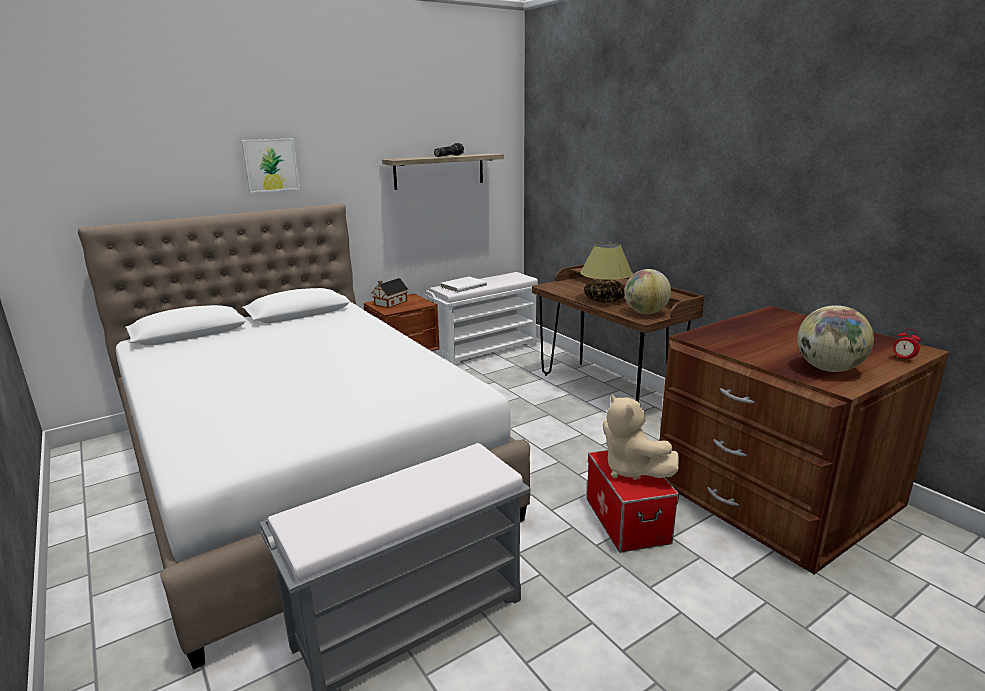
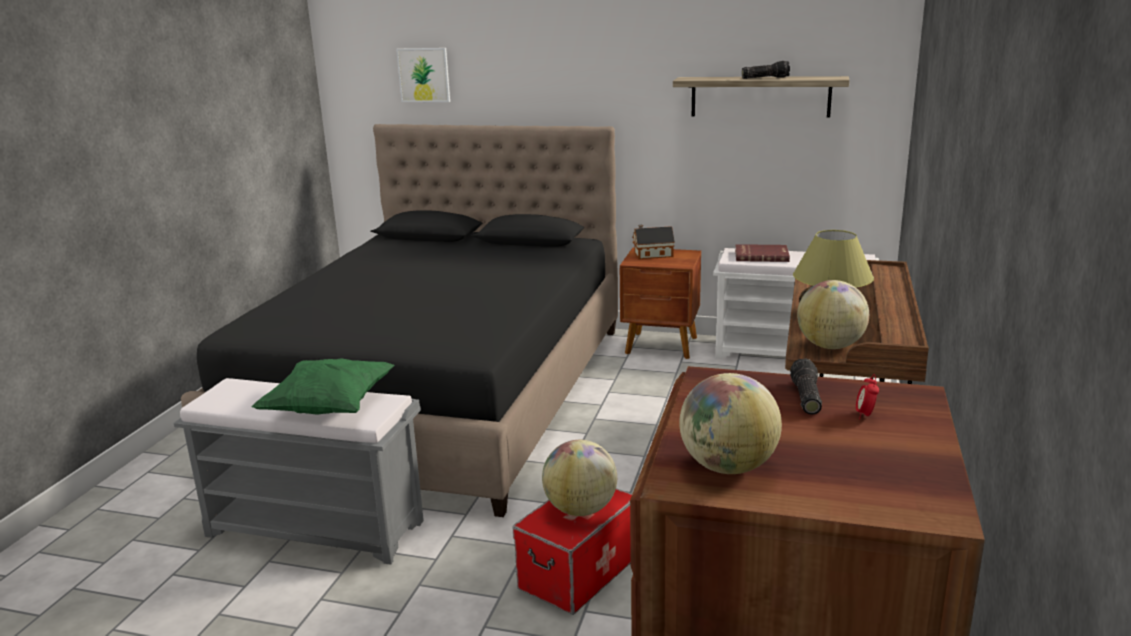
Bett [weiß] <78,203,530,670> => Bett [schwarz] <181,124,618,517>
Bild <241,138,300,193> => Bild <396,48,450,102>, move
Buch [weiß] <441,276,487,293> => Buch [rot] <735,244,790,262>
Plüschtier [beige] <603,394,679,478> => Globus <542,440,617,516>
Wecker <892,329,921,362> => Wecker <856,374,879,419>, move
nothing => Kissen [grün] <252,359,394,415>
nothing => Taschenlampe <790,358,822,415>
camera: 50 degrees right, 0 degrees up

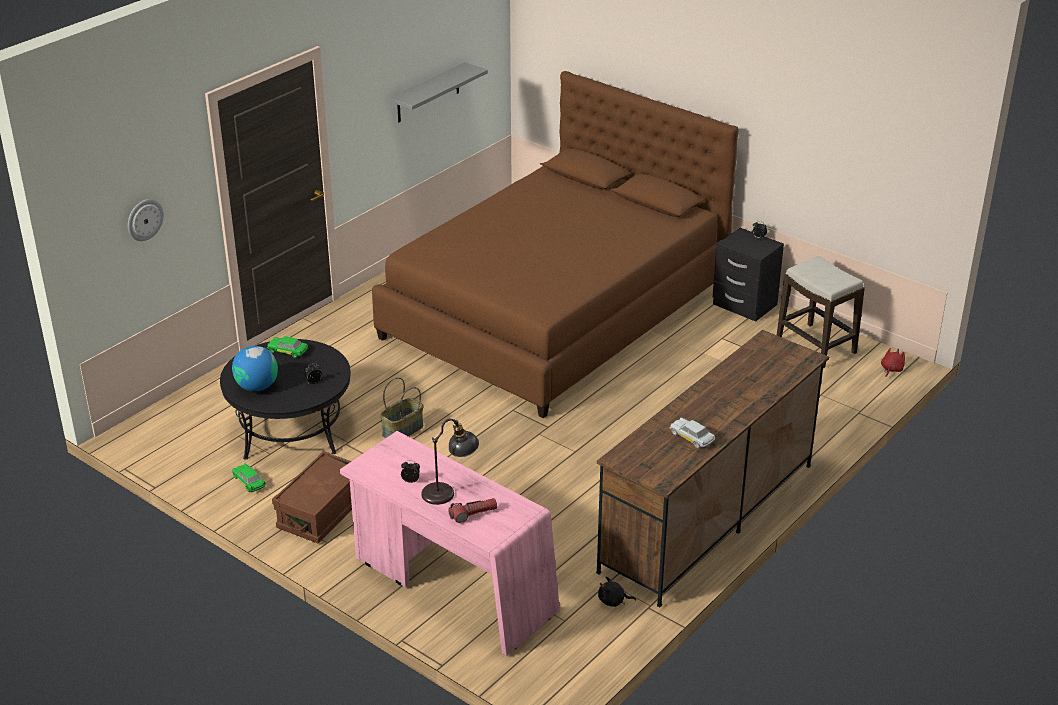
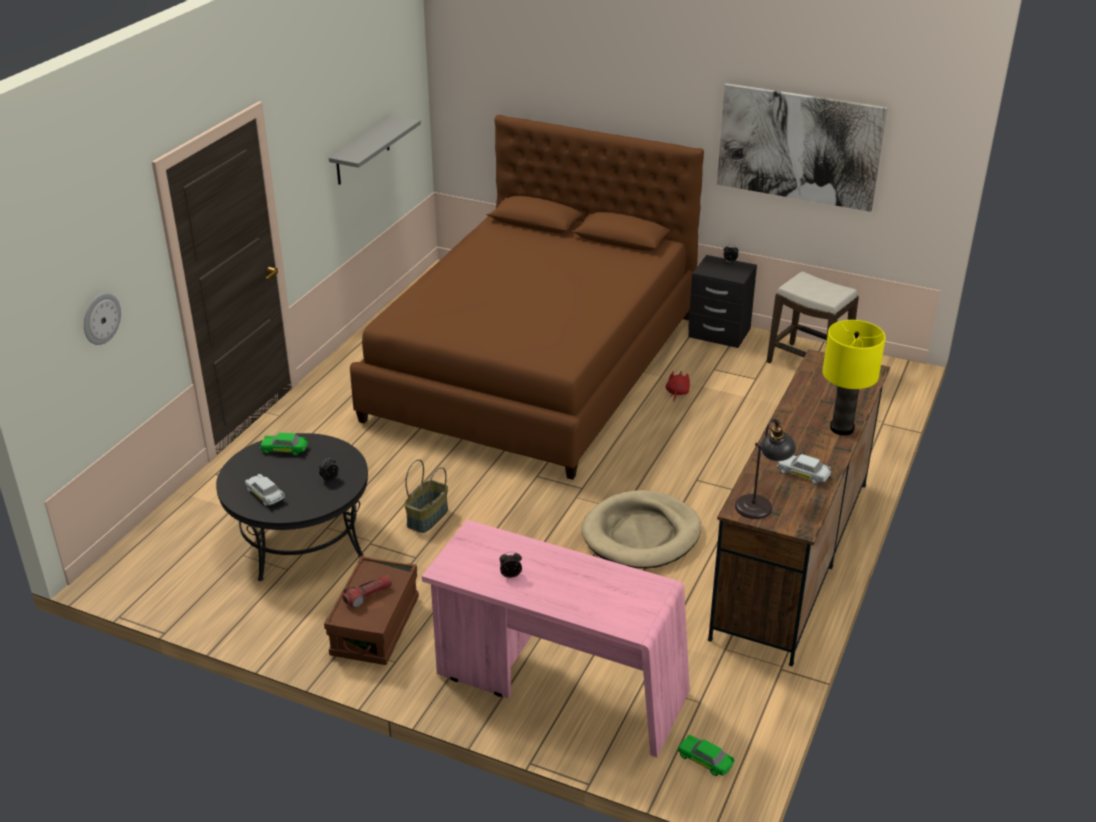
Globus <232,346,278,391> => Spielzeugauto [weiß] <245,474,285,506>
Spielzeugauto [grün] <232,464,266,492> => Spielzeugauto [grün] <677,735,734,776>, move
Tischlampe [grau] <421,419,479,505> => Tischlampe [grau] <735,418,796,519>, move
Taschenlampe <449,498,497,523> => Taschenlampe <342,575,392,608>, move
Plüschtier [schwarz] <598,576,636,607> => nothing
Plüschtier [rot] <881,348,905,377> => Plüschtier [rot] <666,371,690,401>, move
nothing => Hundebett [beige] <581,490,701,568>
nothing => Bild <717,83,888,212>
nothing => Tischlampe [gelb] <822,320,886,435>
camera: 15 degrees left, 0 degrees up

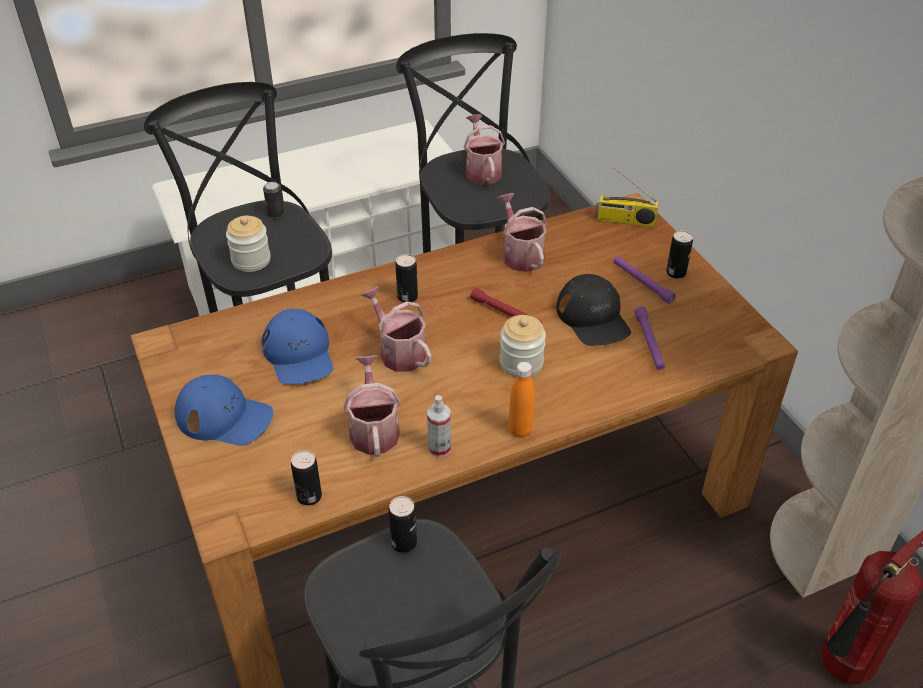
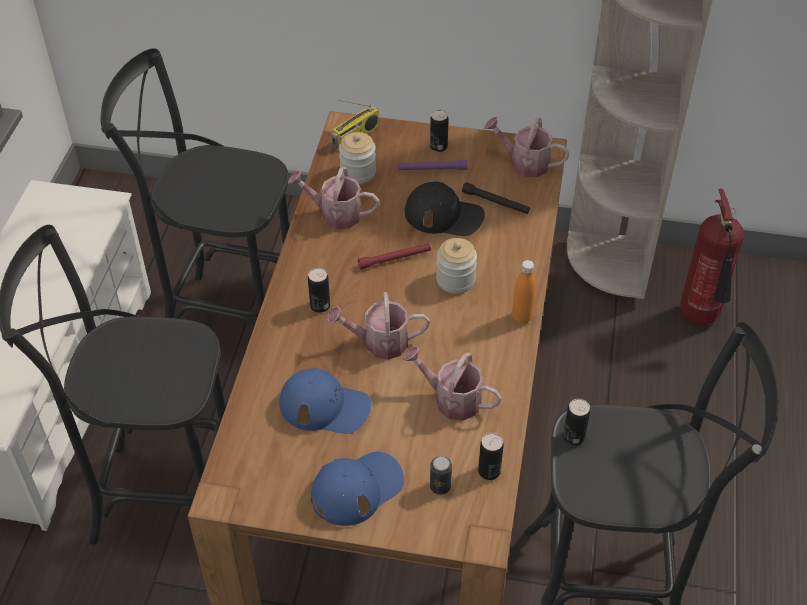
Vorratsglas <226,216,271,272> => Vorratsglas <339,132,376,184>, move
Dose <263,182,284,218> => Dose <430,456,452,495>, move
Sprühflasche <427,395,451,457> => nothing
Gießkanne <464,114,505,185> => Gießkanne <484,117,569,177>, move
Taschenlampe [lila] <634,306,665,370> => Taschenlampe [schwarz] <462,182,530,214>
camera: 55 degrees left, 5 degrees up

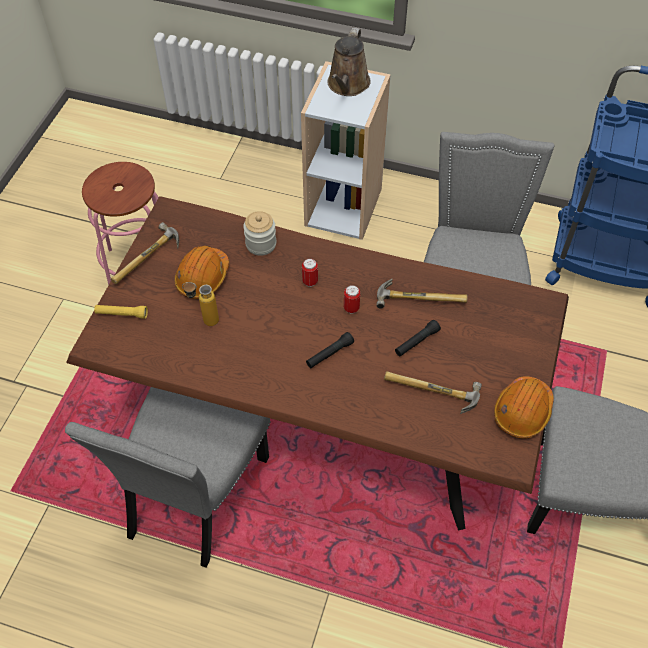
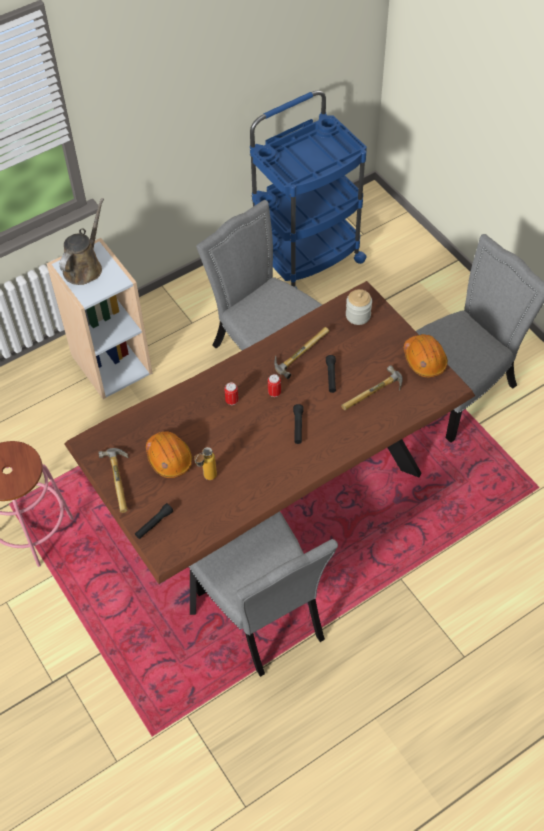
Taschenlampe [gelb] <94,305,148,319> => Taschenlampe [schwarz] <135,503,173,539>
Vorratsglas <243,211,276,256> => Vorratsglas <346,289,372,325>, move
Gießkanne [braun] <327,28,371,96> => Gießkanne [braun] <59,198,104,285>, 120 degrees counterclockwise
camera: 50 degrees left, 0 degrees up

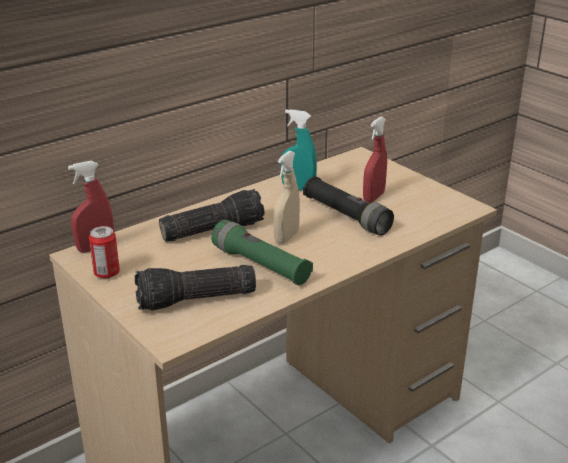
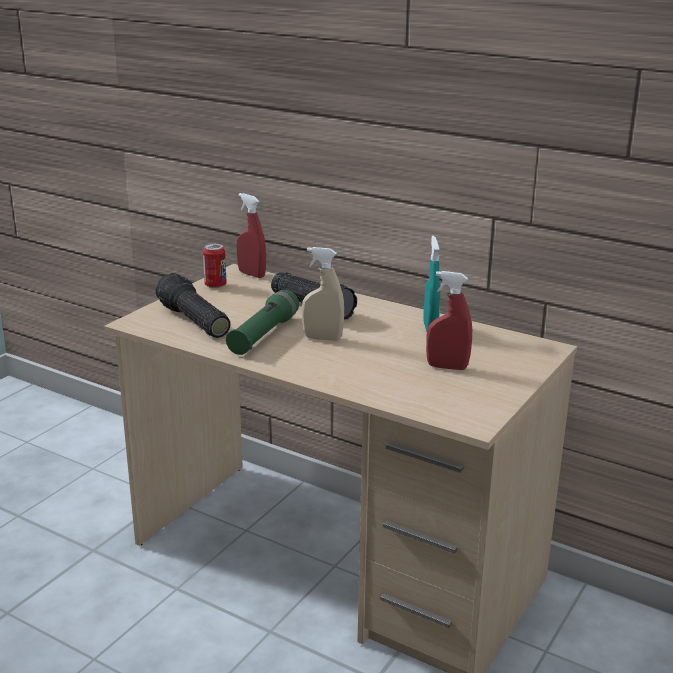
Taschenlampe [schwarz] <303,176,394,235> => nothing
camera: 70 degrees right, 5 degrees down

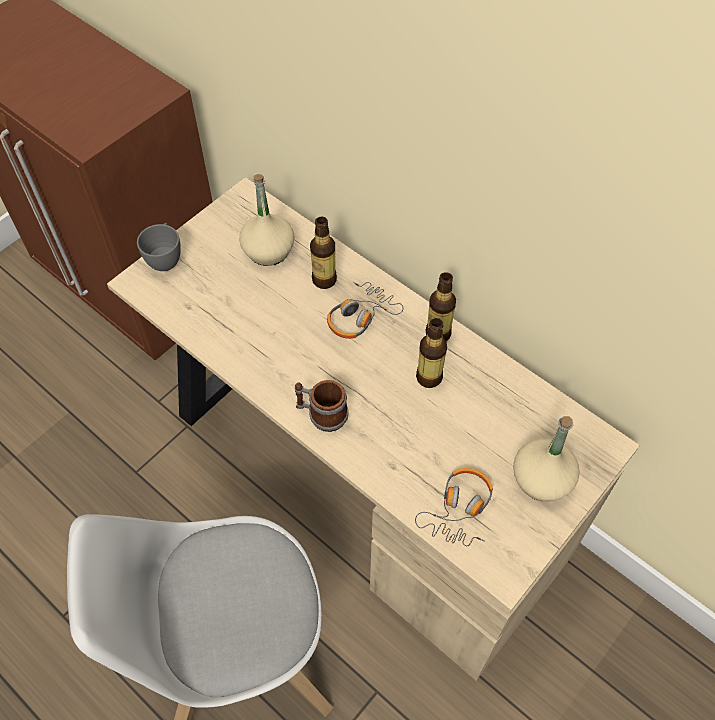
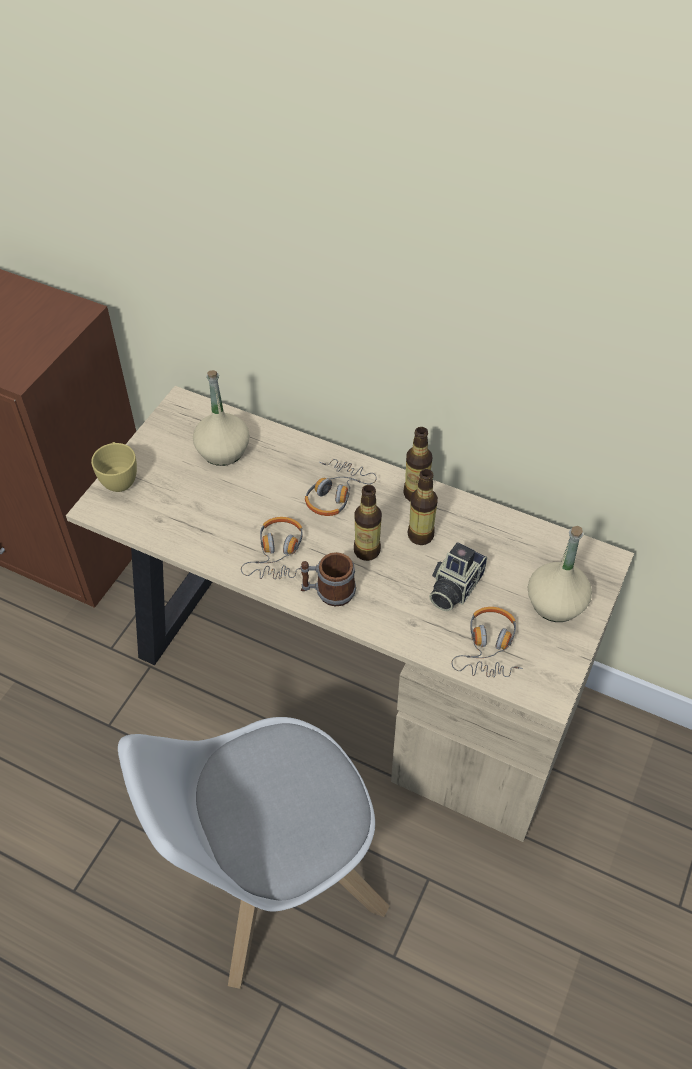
Tasse [grau] <137,223,181,271> => Tasse [gelb] <91,442,137,492>
Flasche <310,217,337,289> => Flasche <354,485,382,561>, move
nothing => Kopfhörer <241,517,303,579>
nothing => Kamera <429,542,487,611>
camera: 15 degrees left, 5 degrees down

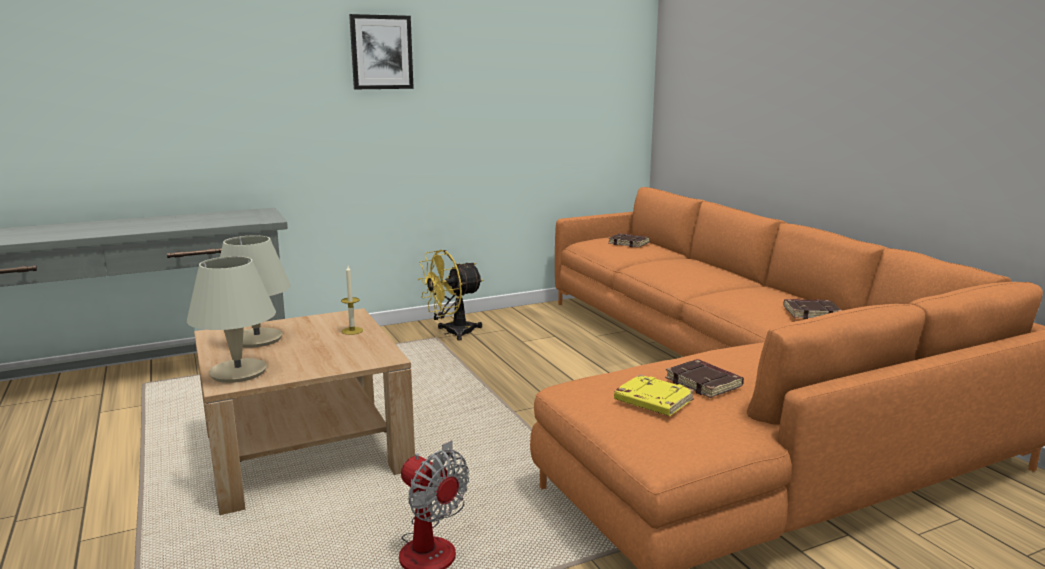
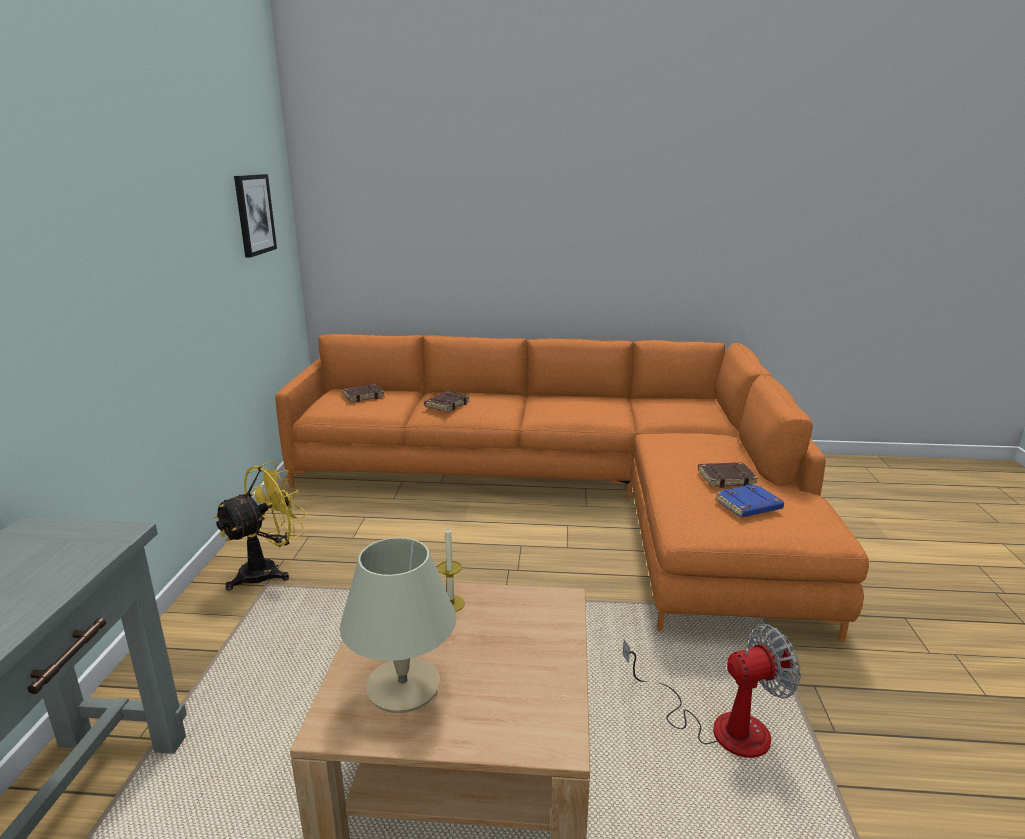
Tischlampe [beige] <187,256,276,383> => nothing
Bild <349,14,414,89> => Bild <234,174,277,257>, move
Ventilator [gelb] <418,250,483,341> => Ventilator [gelb] <213,461,307,591>, 135 degrees counterclockwise
Buch [gelb] <614,375,694,416> => Buch [blau] <715,484,784,517>
Buch [braun] <783,299,842,319> => Buch [braun] <424,391,470,412>, move
camera: 60 degrees left, 5 degrees up

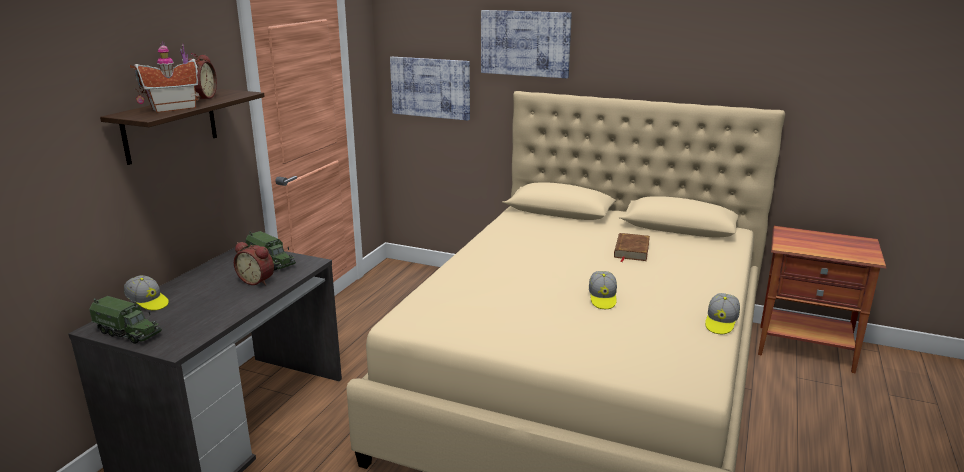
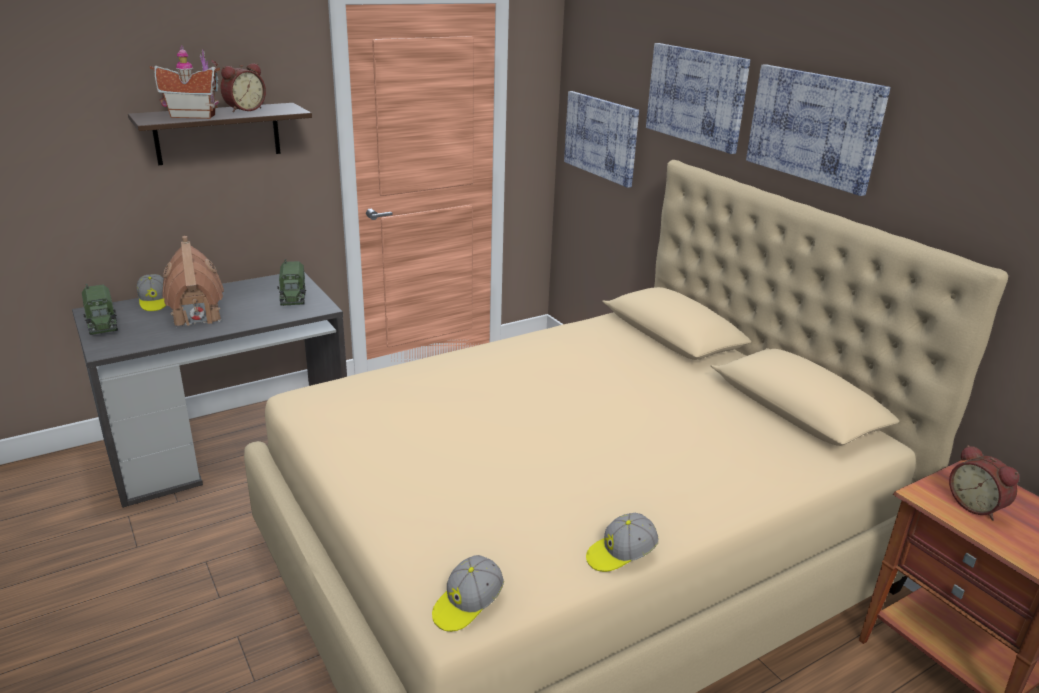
Wecker <234,242,274,286> => Wecker <949,445,1019,521>, move
Kappe <589,271,617,309> => Kappe <432,555,504,632>, move
Buch [braun] <614,233,650,262> => nothing
nothing => Spielzeughaus <162,236,225,326>
nothing => Bild <746,64,891,196>
camera: 35 degrees right, 5 degrees up

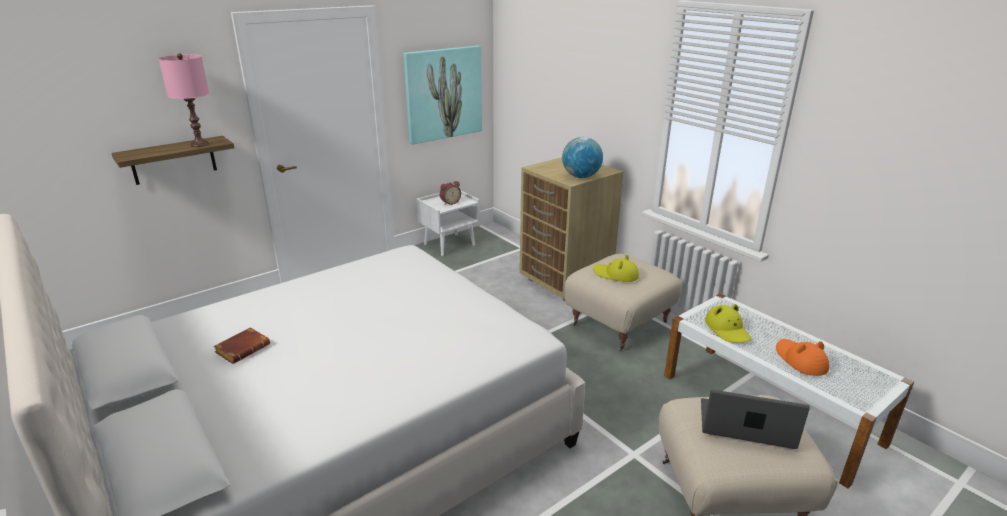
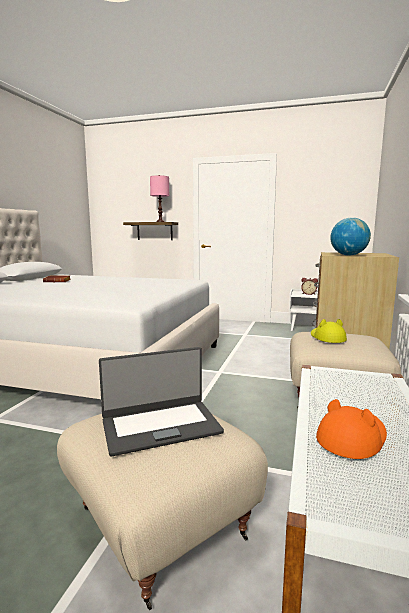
Bild <403,46,482,145> => nothing
Laptop <701,390,810,449> => Laptop <99,347,224,456>, 90 degrees clockwise
Hut [gelb] <705,304,752,343> => nothing
camera: 55 degrees right, 15 degrees down

